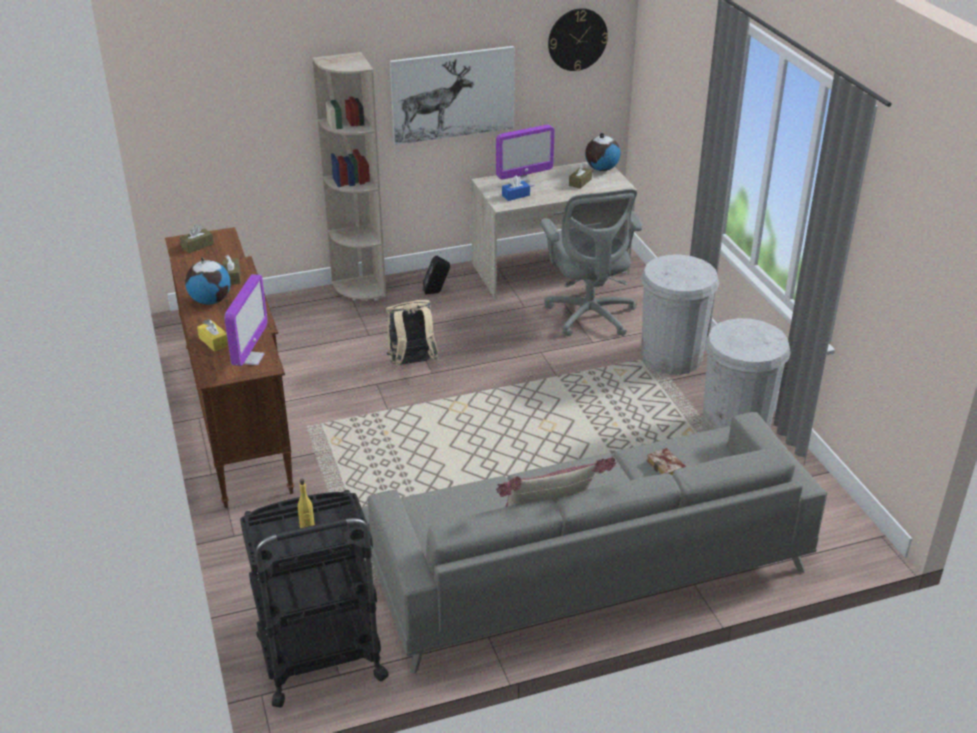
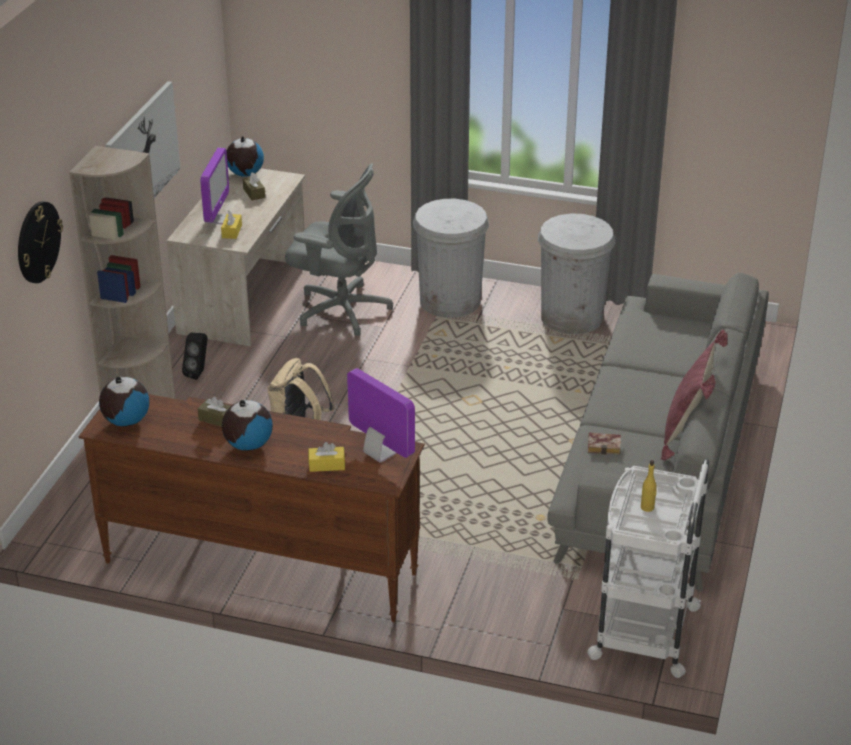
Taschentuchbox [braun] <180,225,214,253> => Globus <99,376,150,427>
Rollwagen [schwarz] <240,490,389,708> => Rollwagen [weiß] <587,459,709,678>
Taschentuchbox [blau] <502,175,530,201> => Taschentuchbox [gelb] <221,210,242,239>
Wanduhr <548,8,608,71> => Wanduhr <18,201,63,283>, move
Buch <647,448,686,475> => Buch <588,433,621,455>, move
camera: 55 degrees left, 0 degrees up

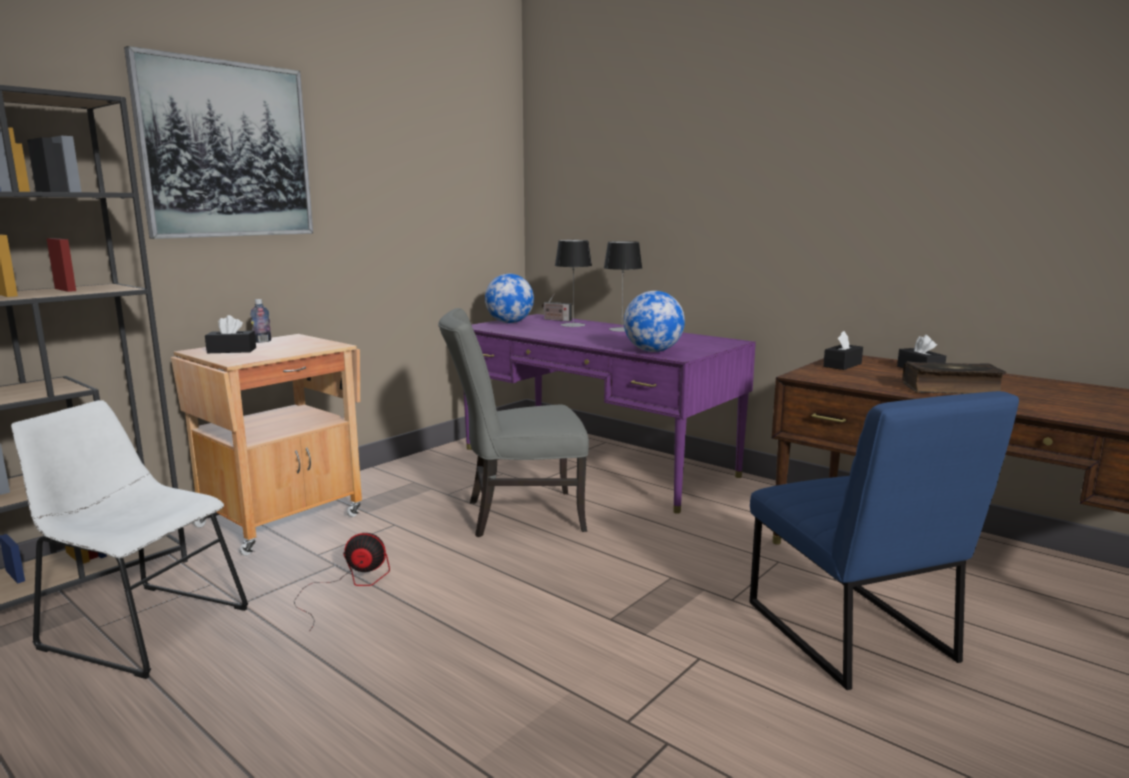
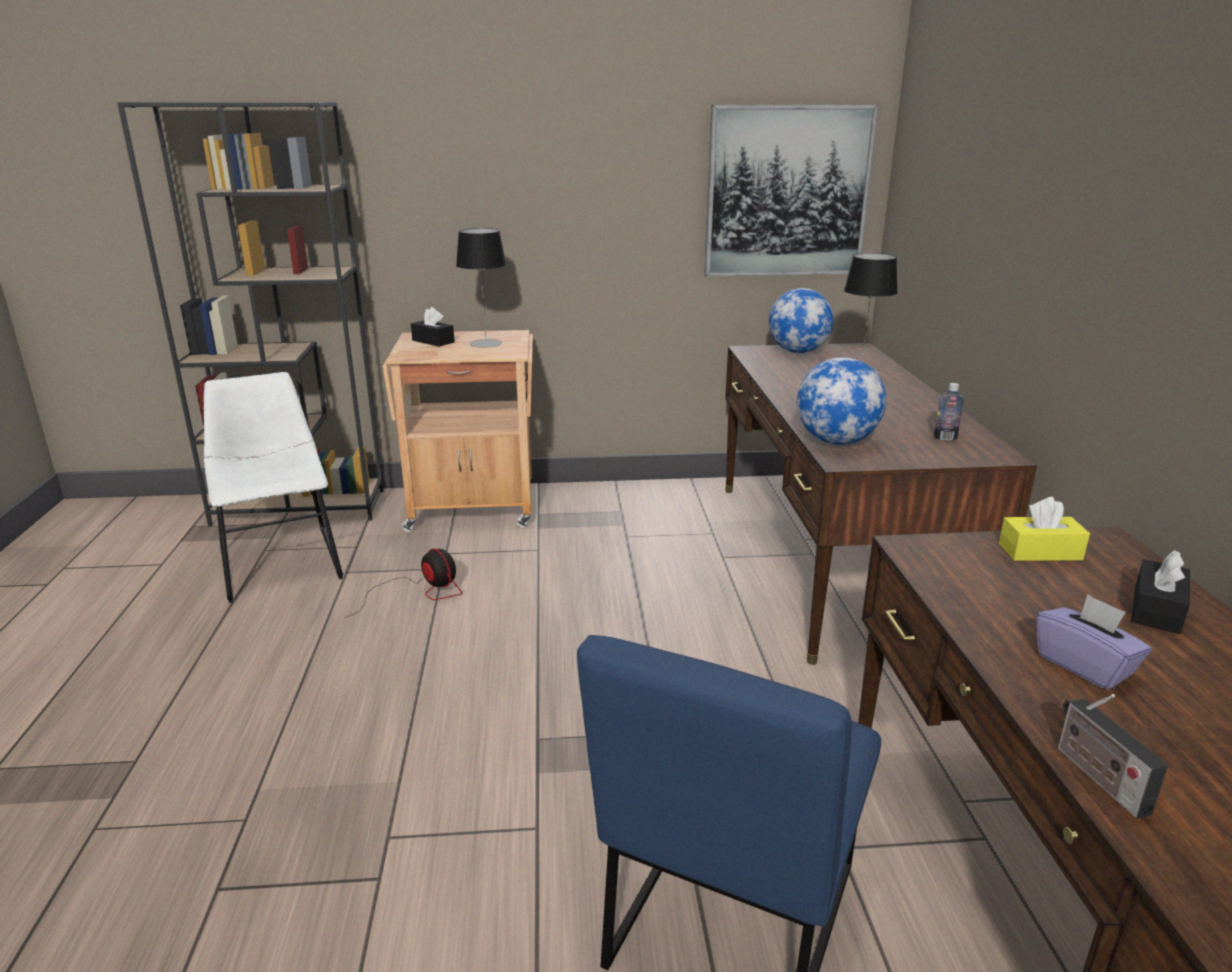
Bild <124,46,313,239> => Bild <704,104,878,277>, move
Flasche <250,299,272,343> => Flasche <934,383,964,441>, move
Stuhl [grau] <438,308,589,537> => nothing
Schreibtisch [lila] <463,314,756,514> => Schreibtisch [braun] <725,343,1037,665>
Radio <542,293,572,322> => Radio <1058,694,1168,819>, move
Tischlampe <604,241,642,332> => Tischlampe <456,228,506,348>, move
Taschentuchbox [schwarz] <823,331,863,370> => Taschentuchbox [gelb] <999,497,1090,561>
Buch <902,362,1007,394> => Taschentuchbox [lila] <1037,594,1152,690>
camera: 45 degrees right, 10 degrees up

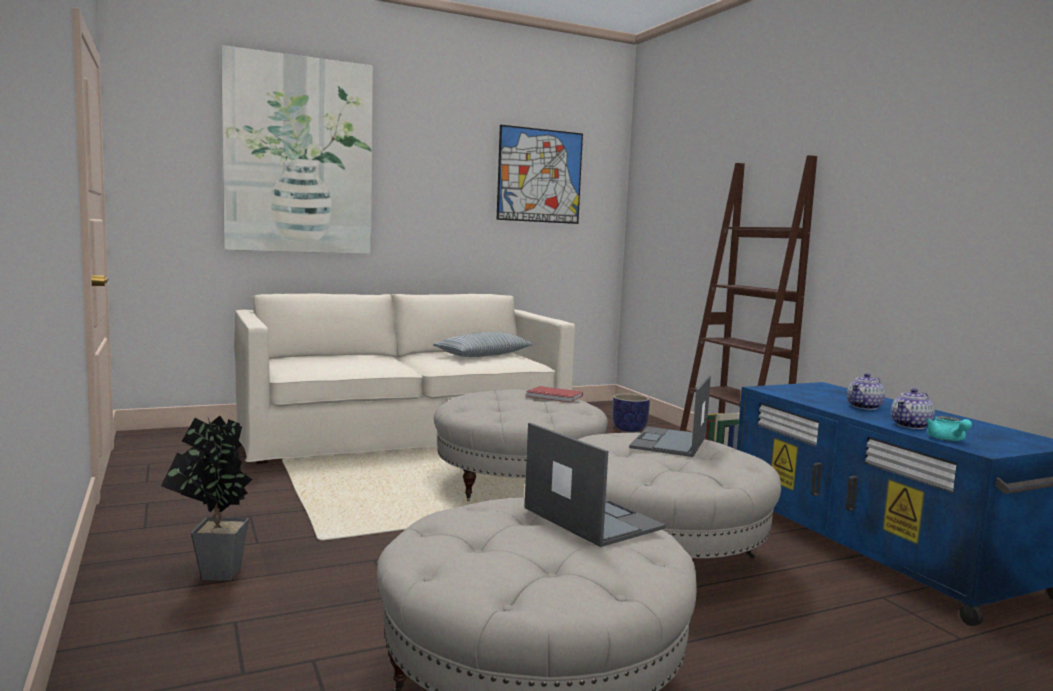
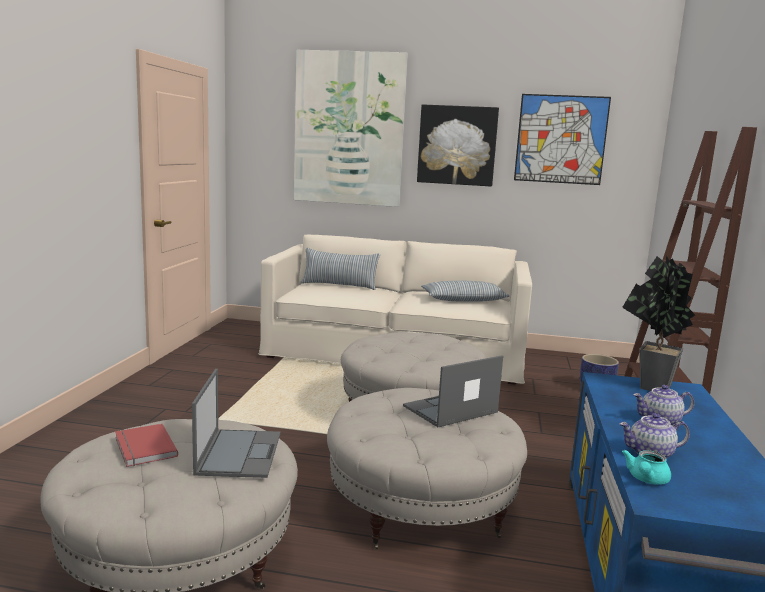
Topfpflanze <161,416,252,581> => Topfpflanze <622,255,695,391>, move
Buch [rot] <526,386,583,402> => Buch [rot] <115,424,178,467>, move
nothing => Kissen <301,248,380,290>
nothing => Bild <417,105,499,187>
camera: 35 degrees right, 5 degrees up

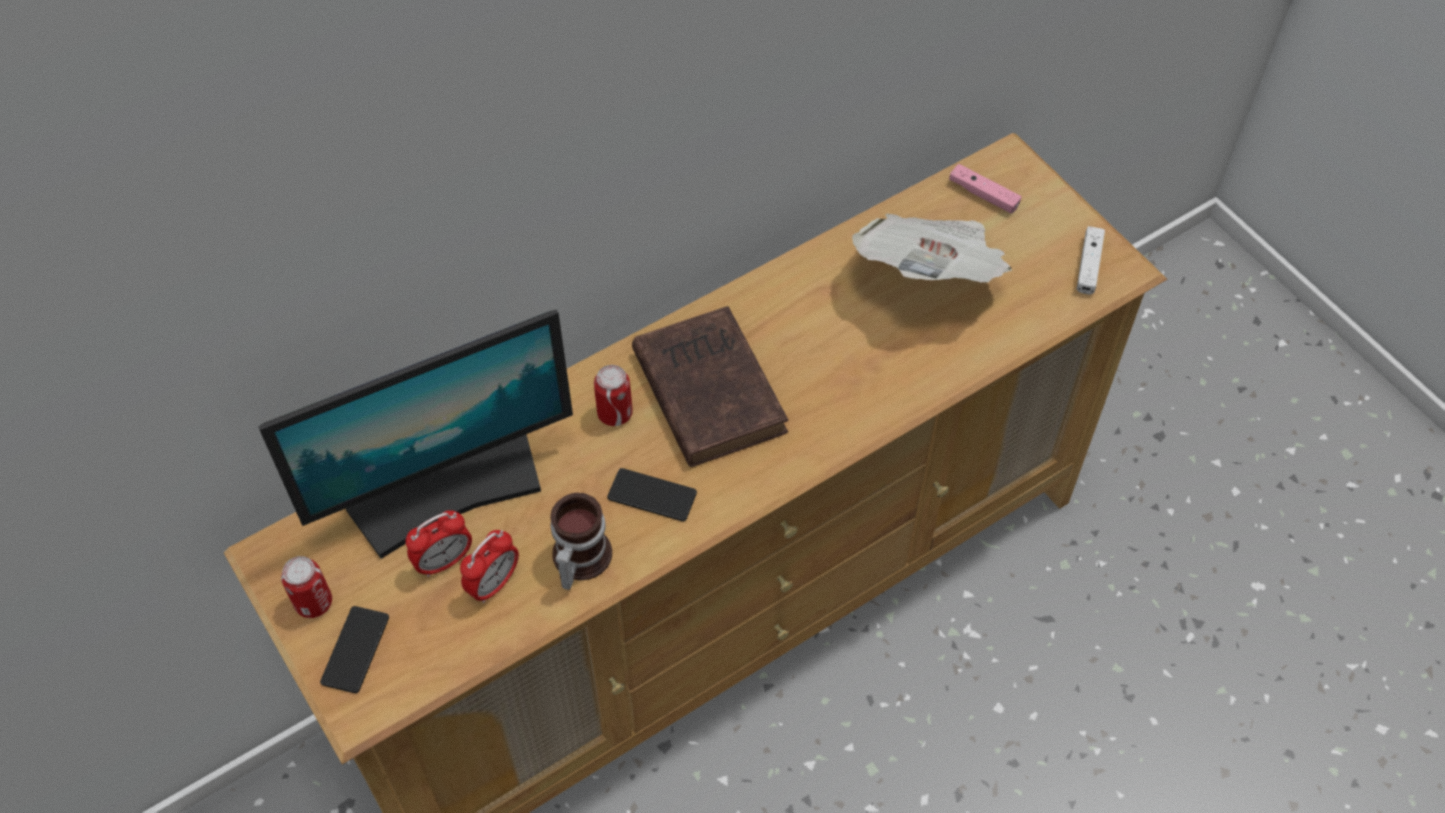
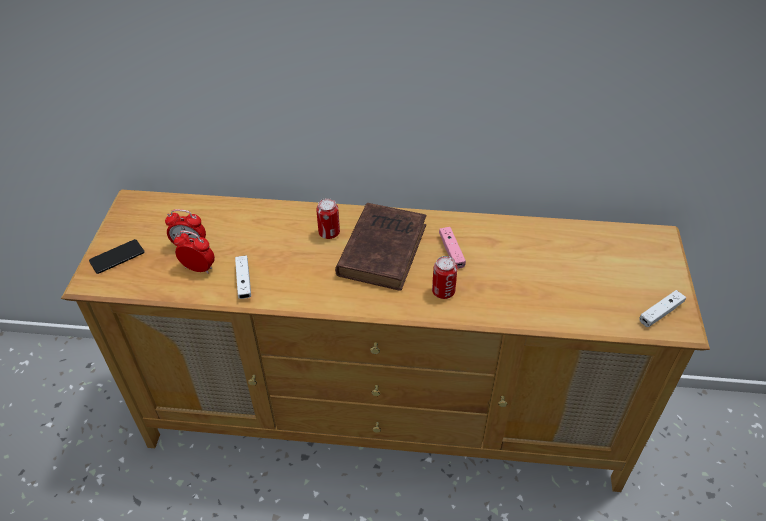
Monitor <258,310,573,559> => nothing
Dose <281,556,332,618> => Dose <432,256,457,299>, move
Wecker <460,530,519,603> => Wecker <174,231,215,274>, 150 degrees counterclockwise
Henkelbecher <550,493,612,590> => Gamepad [weiß] <235,256,251,299>
Handy <607,468,697,521> => nothing
Zeitung <852,213,1012,282> => nothing
Gamepad [rosa] <949,164,1022,214> => Gamepad [rosa] <439,227,466,269>, move
camera: 40 degrees right, 10 degrees down

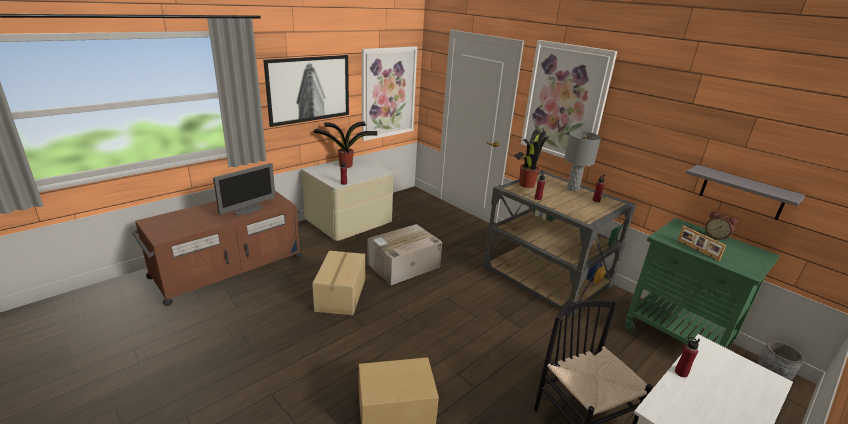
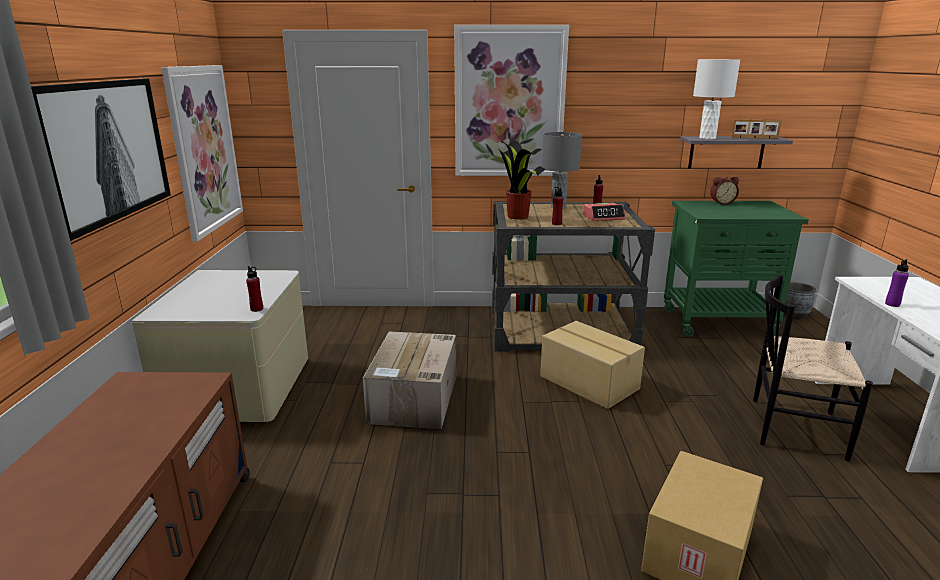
Monitor <213,163,276,215> => nothing
Karton <312,251,365,315> => Karton <540,321,645,409>, move
Topfpflanze <314,122,378,168> => nothing
Flasche [rot] <675,337,700,377> => Flasche [lila] <885,259,909,307>
Bilderrahmen <678,226,726,261> => Bilderrahmen <731,119,782,139>, move
nothing => Wecker <583,203,625,221>
nothing => Tischlampe [weiß] <693,59,740,139>
camera: 45 degrees left, 5 degrees down

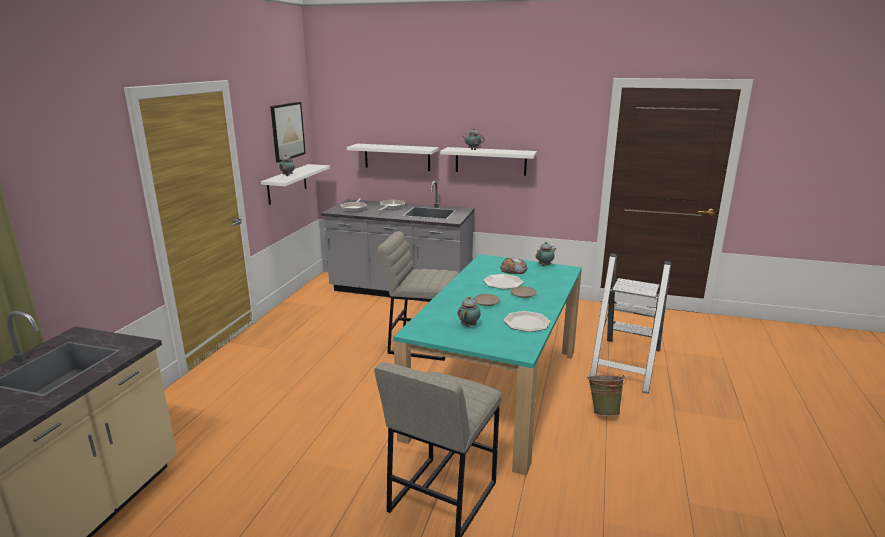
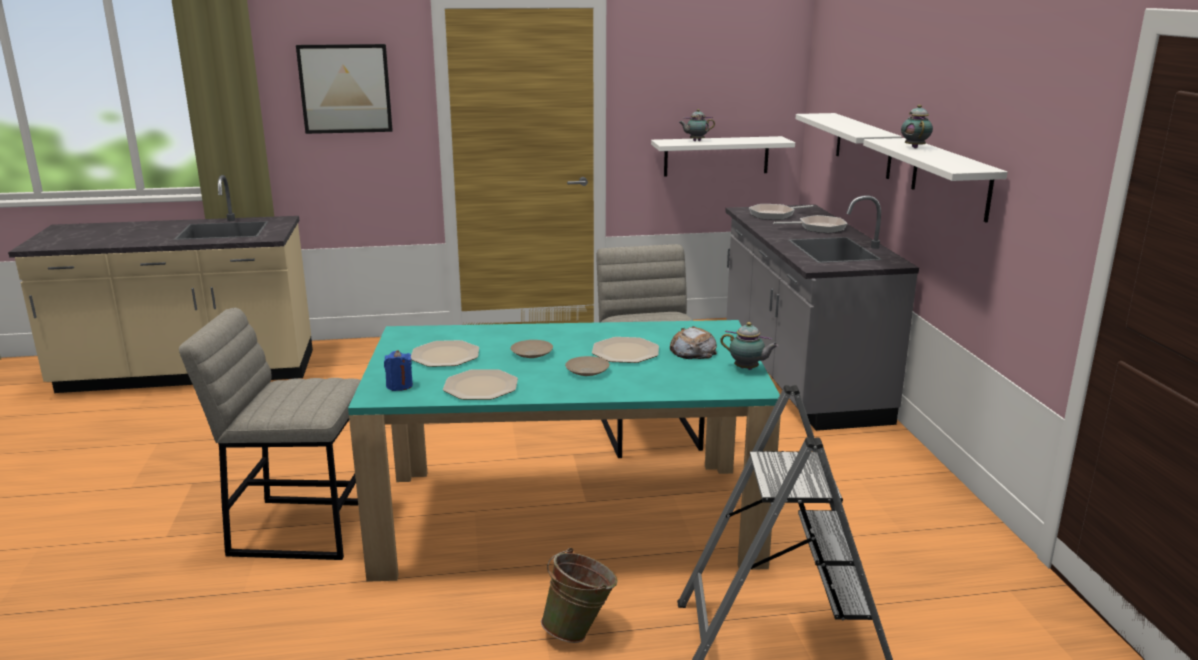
Bild <270,102,306,163> => Bild <296,44,393,134>, move
Teekanne <457,296,481,327> => Teller <411,340,479,367>
nothing => Kerze [blau] <384,350,413,391>
camera: 65 degrees right, 0 degrees up

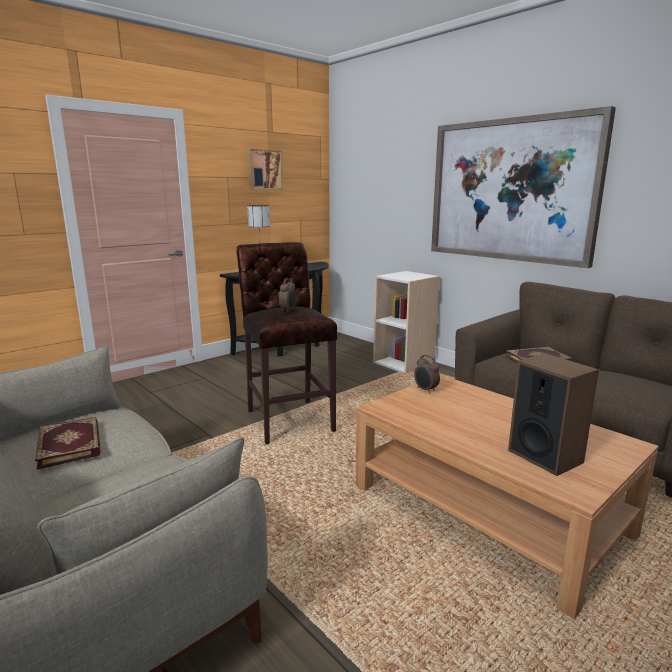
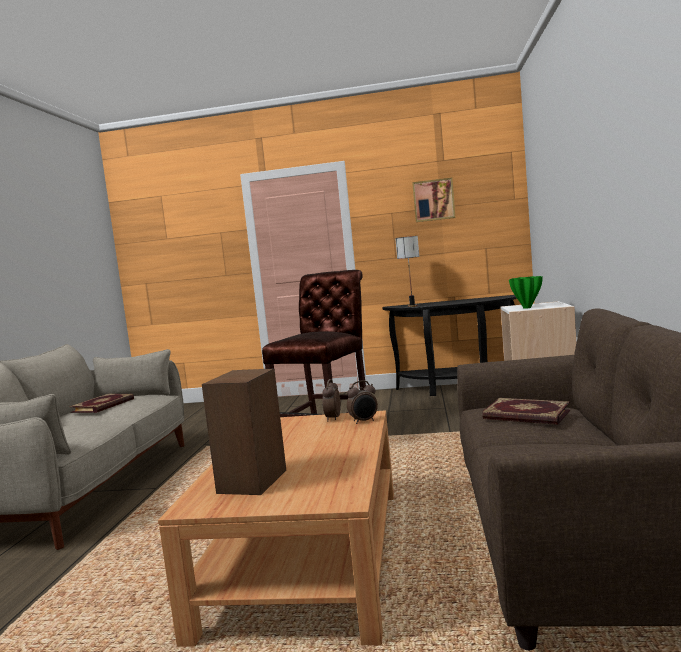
Wecker <279,278,296,312> => Wecker <347,380,378,424>, move
Bild <431,106,616,268> => nothing
nothing => Vase [grün] <509,276,543,309>
camera: 50 degrees right, 10 degrees down

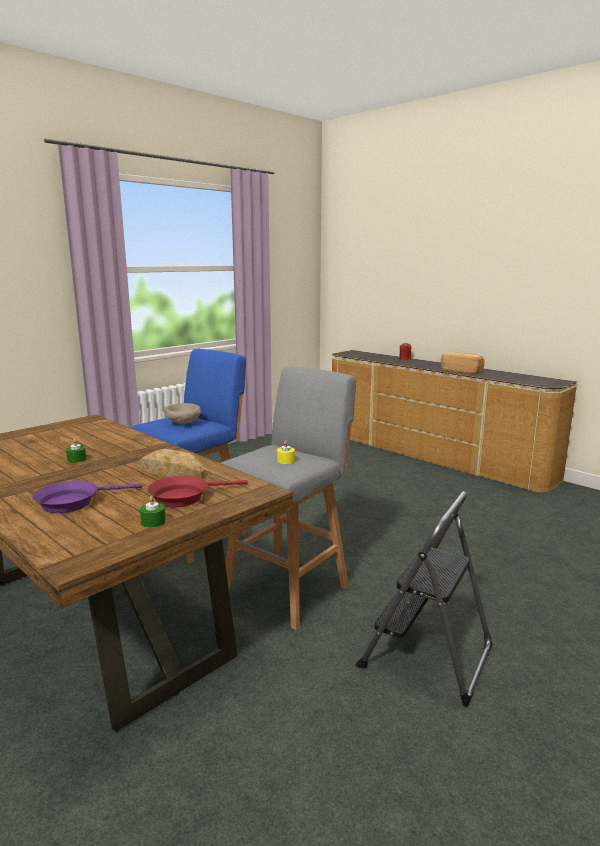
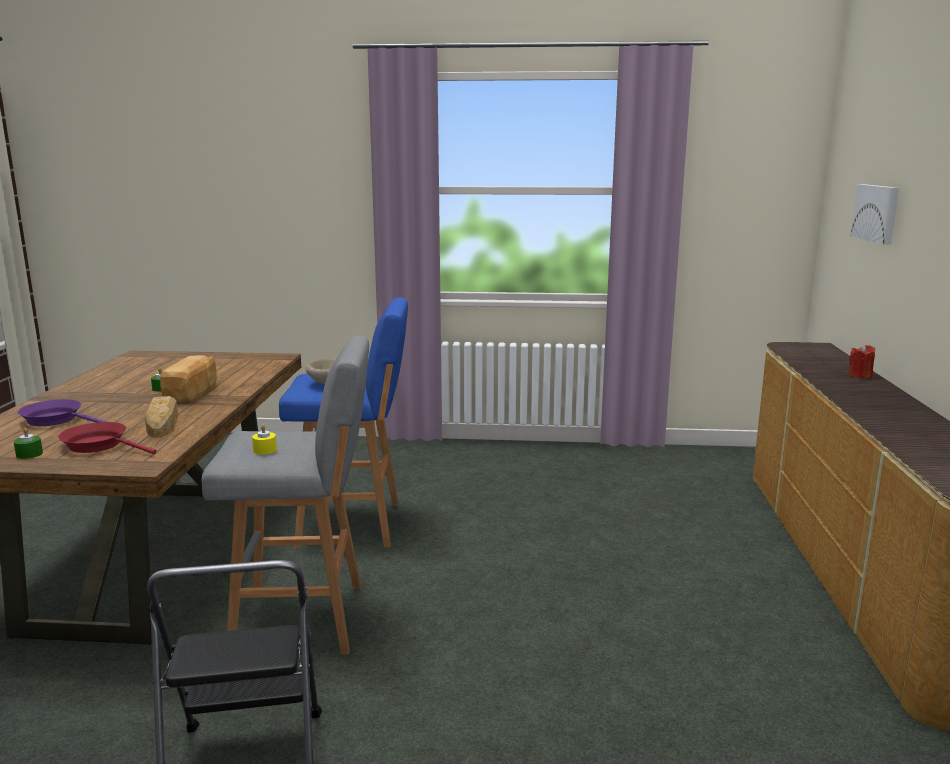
Brot <441,352,484,374> => Brot <160,355,217,402>, move
nothing => Bild <851,184,899,245>
camera: 50 degrees right, 0 degrees up

